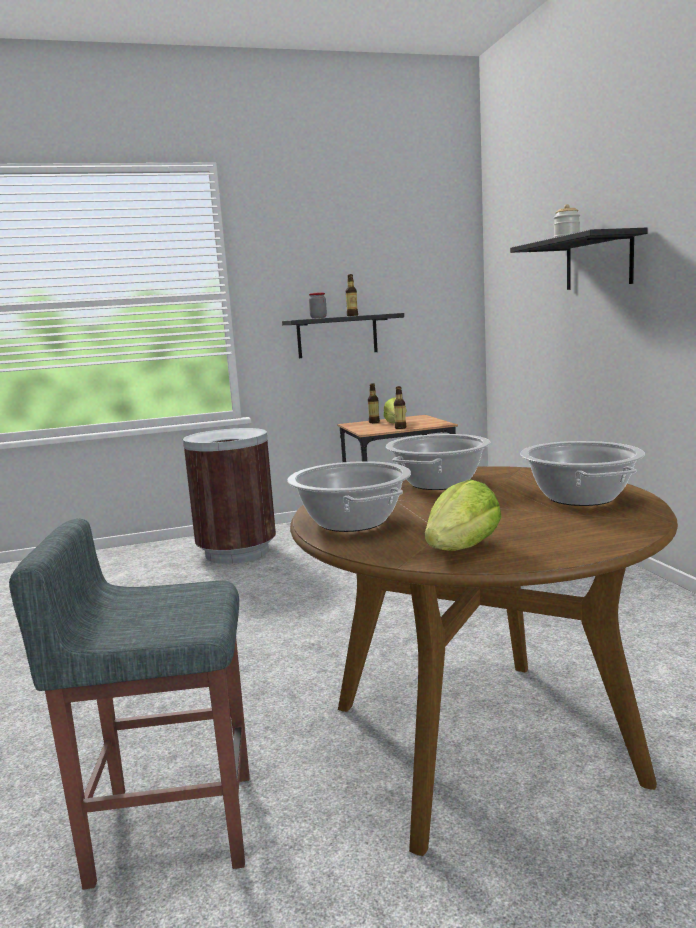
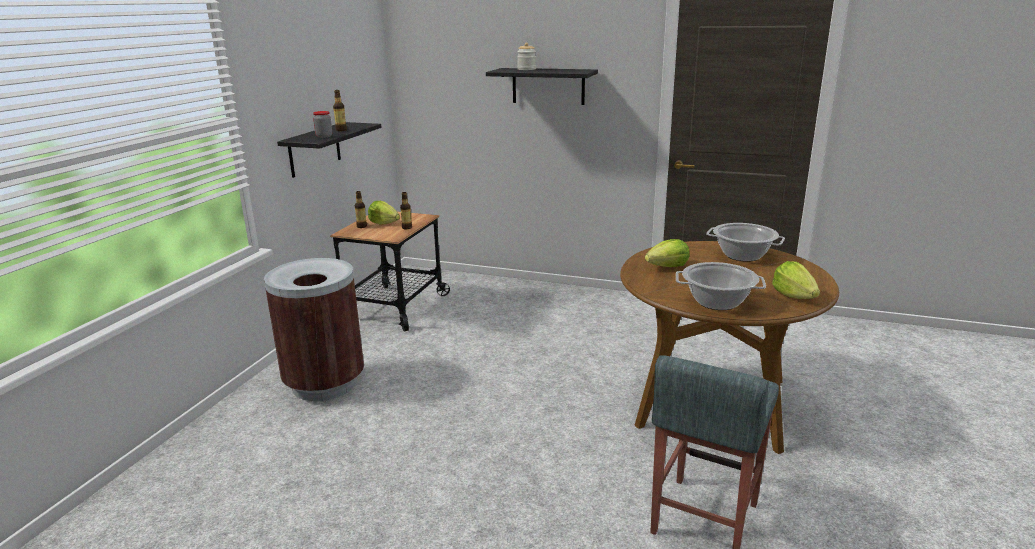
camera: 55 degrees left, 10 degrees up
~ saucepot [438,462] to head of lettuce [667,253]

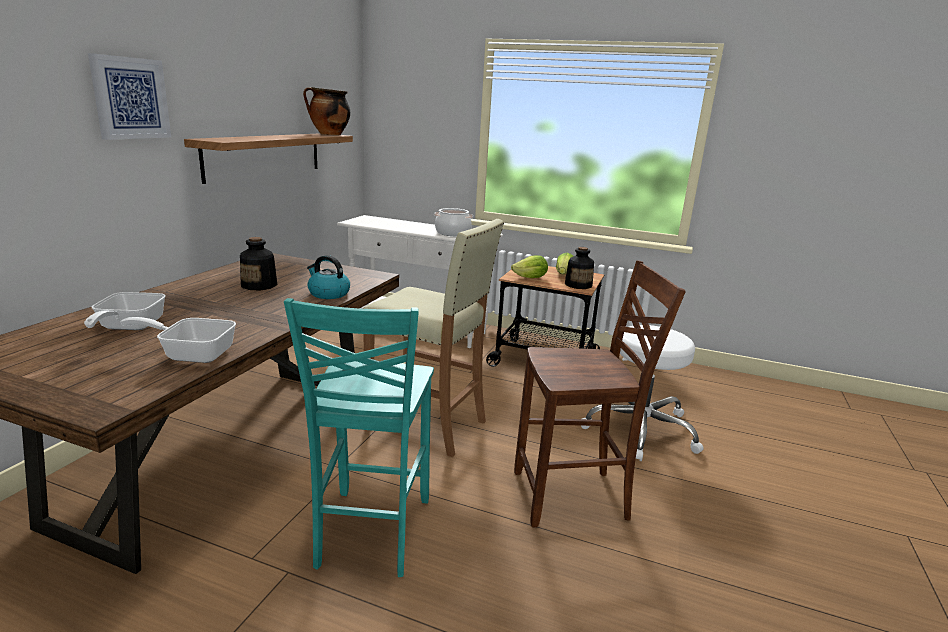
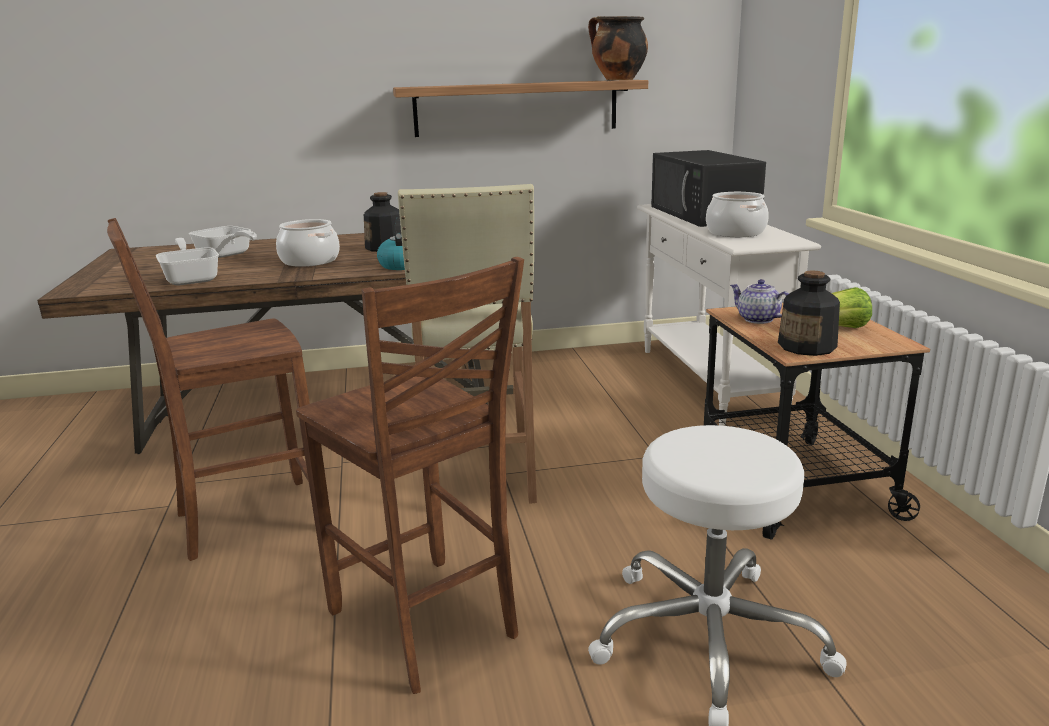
camera: 60 degrees right, 0 degrees up
- wall picture [129,96]
~ head of lettuce [529,266] to teapot [759,301]
~ frying pan [125,311] = [223,242] 105 degrees counterclockwise
~ turquoise chair [359,437] to brown chair [209,389]
+ black-coloured kitchen microwave [708,188]
+ saucepot [308,243]

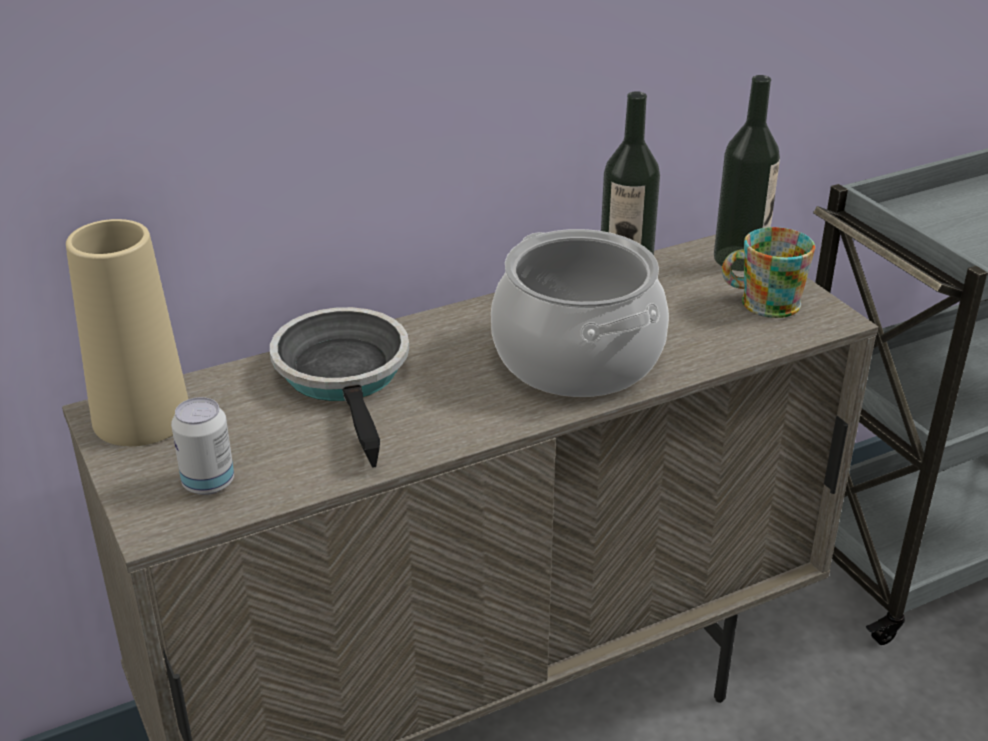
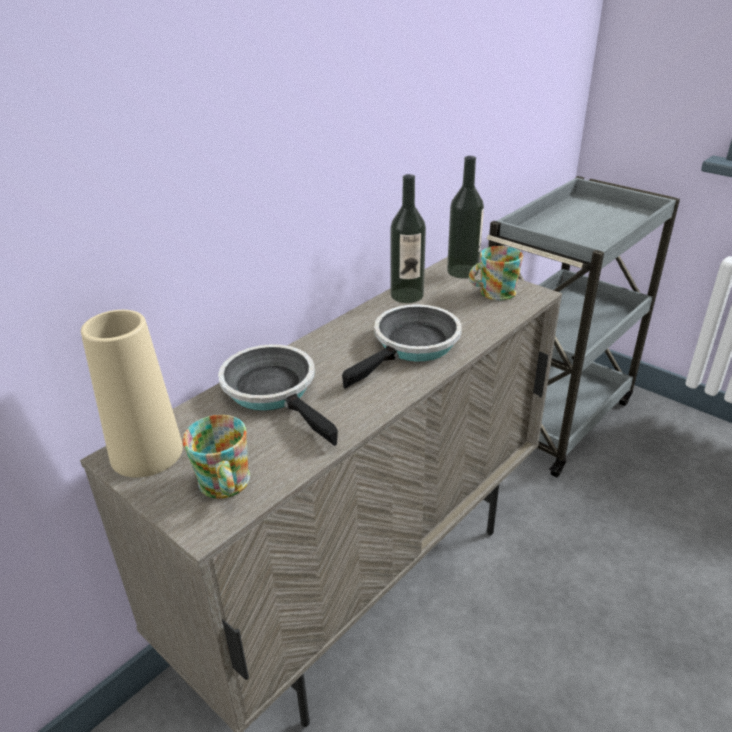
camera: 20 degrees left, 0 degrees up
~ saucepot [580,313] to frying pan [402,346]
~ can [202,446] to mug [216,457]

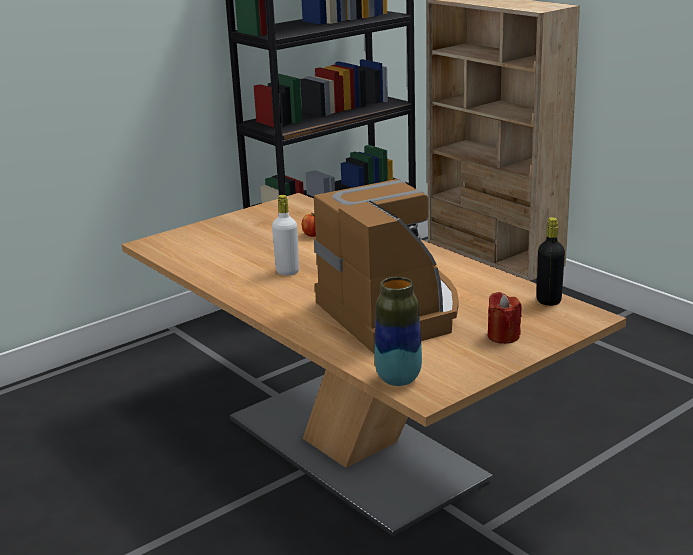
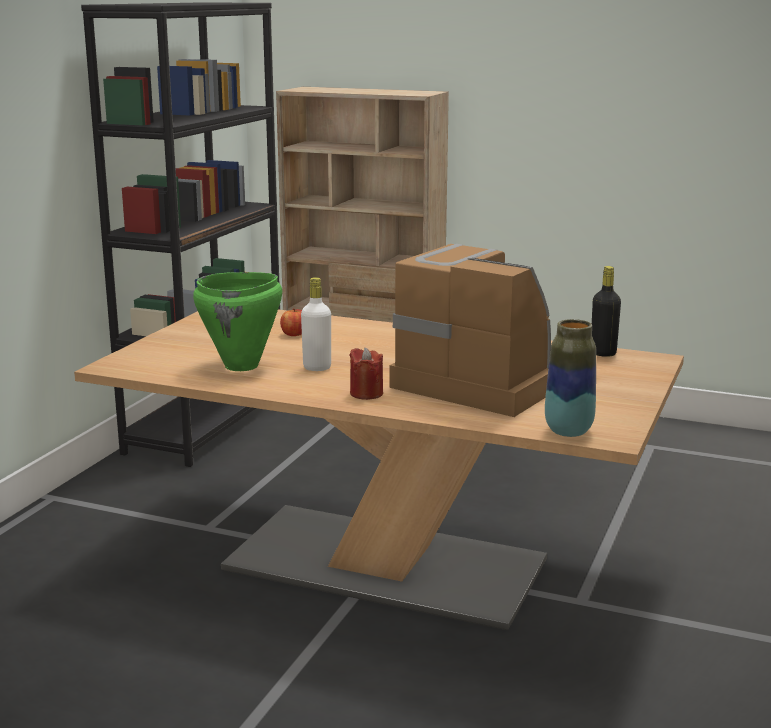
camera: 30 degrees left, 5 degrees down
~ red-coloured candle [505,318] to [366,374]
+ green-coloured saucepot [237,321]

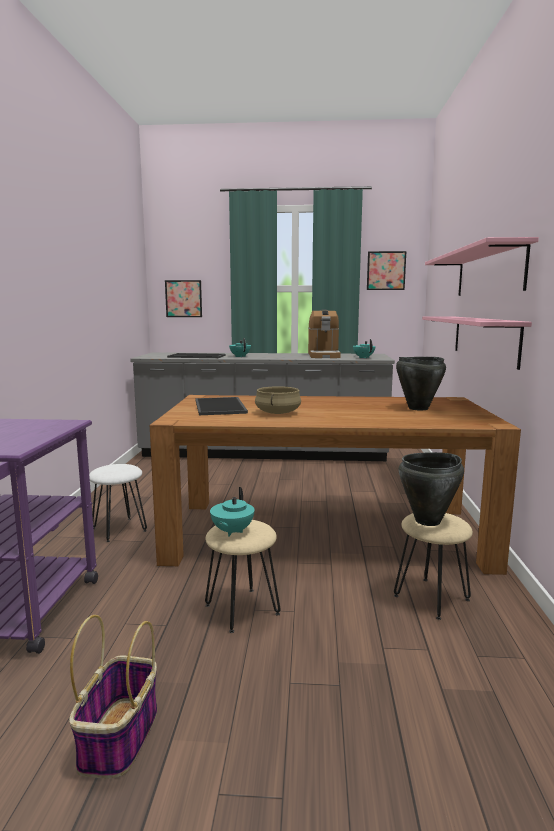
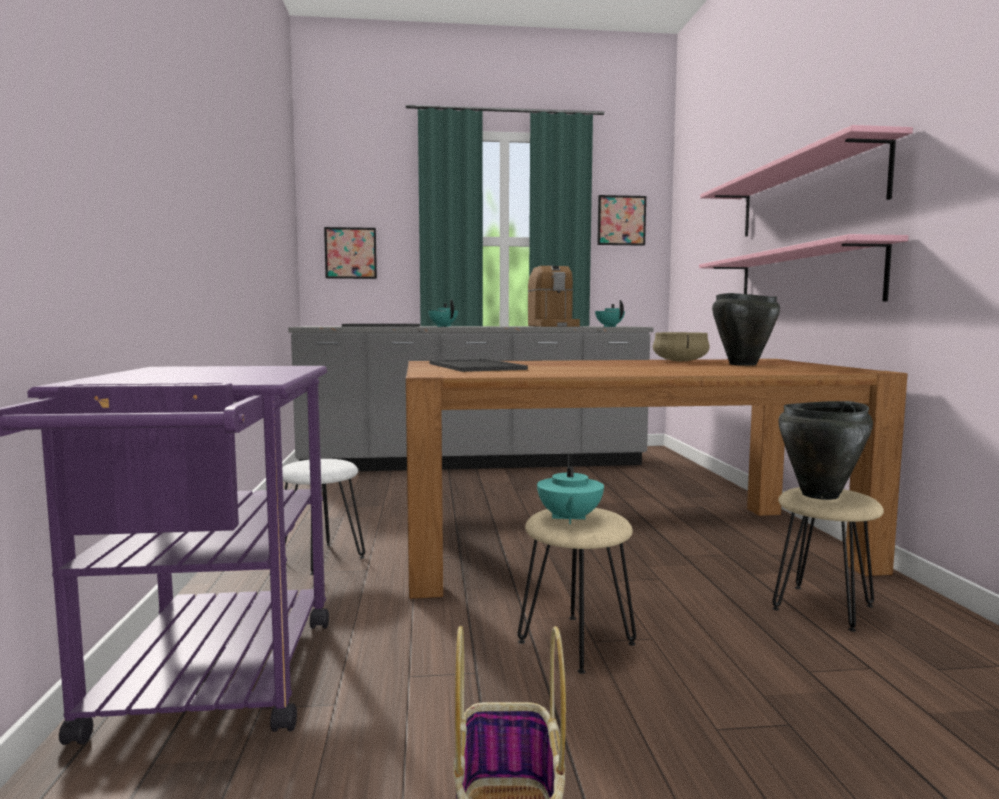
camera: 10 degrees left, 5 degrees down
~ beige saucepot [278,400] to [681,346]

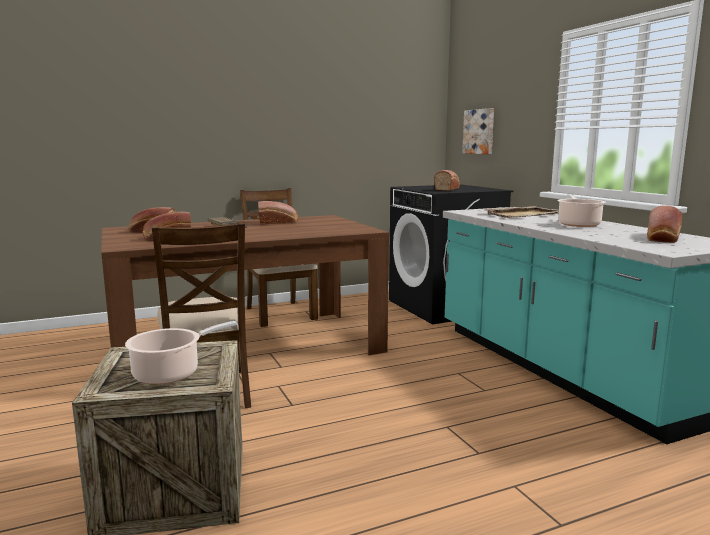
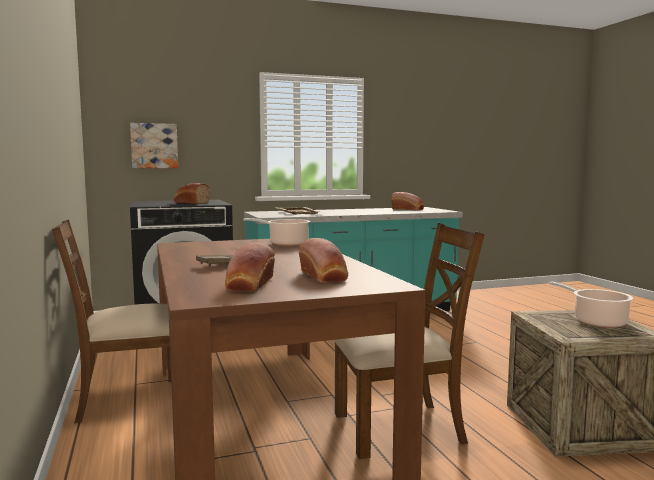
camera: 85 degrees left, 5 degrees down
~ saucepot [581,210] to [276,232]
- bakery bread [278,212]

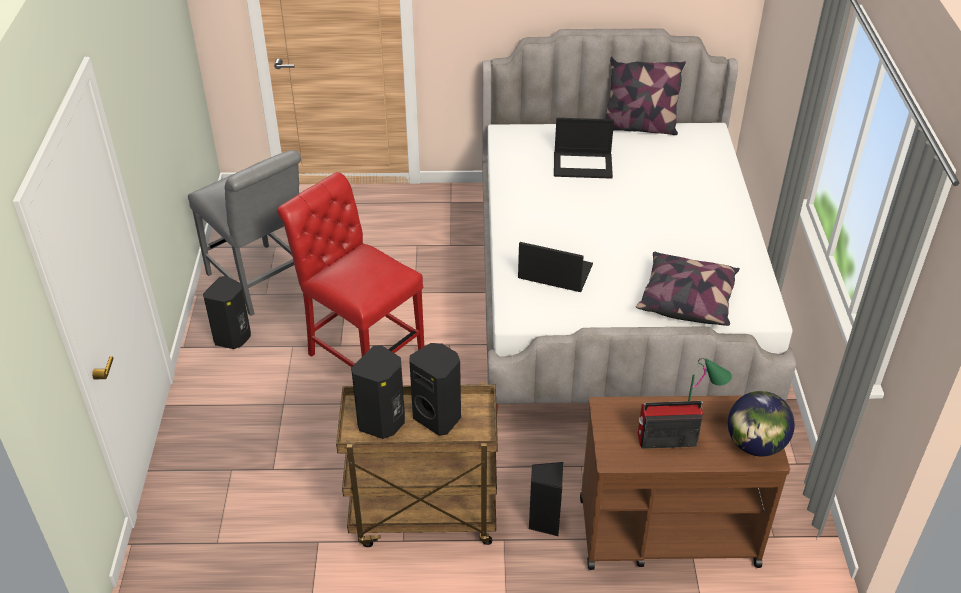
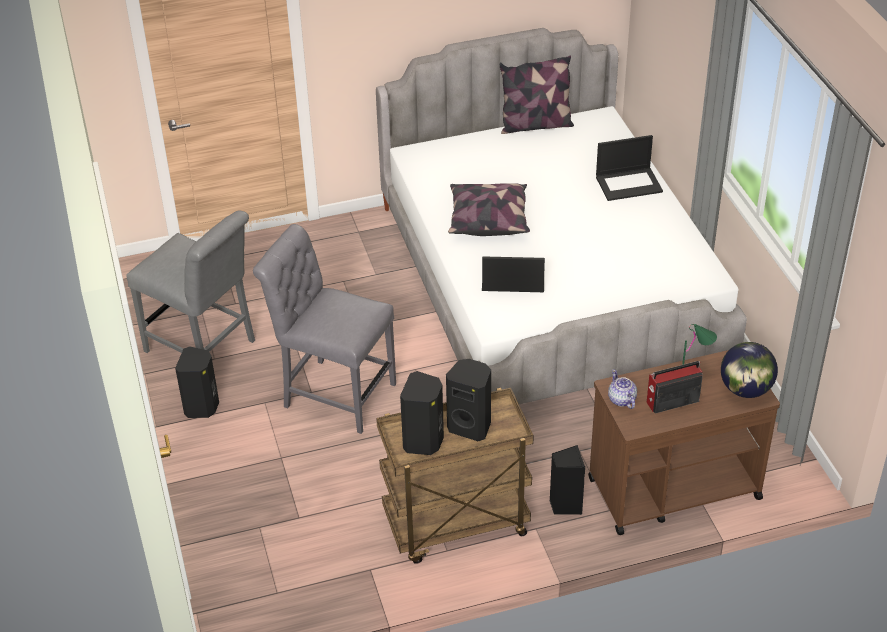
camera: 15 degrees left, 0 degrees up
~ portable computer [584,148] to [629,168]
~ red-coloured chair [350,269] to gray chair [324,329]
~ cushion [688,289] to [489,209]
+ teapot [622,389]

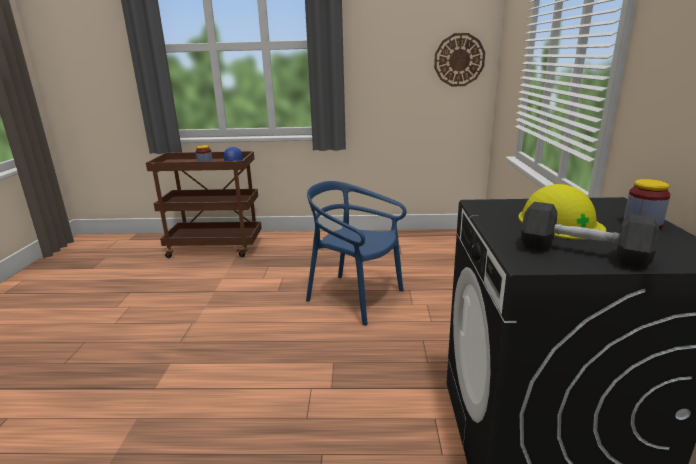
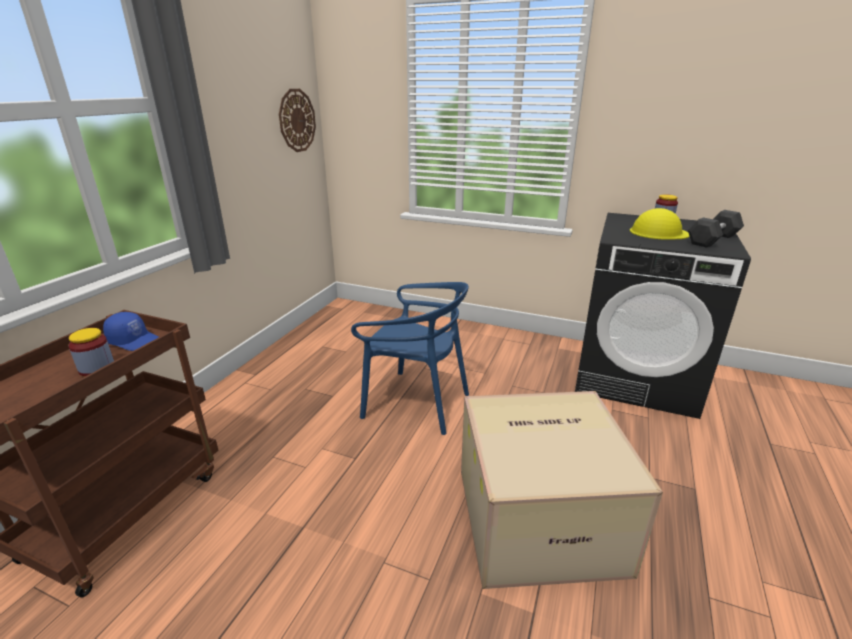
camera: 70 degrees left, 5 degrees up
~ bluish chair [356,253] = [410,358] 120 degrees counterclockwise
+ cardboard box [562,490]

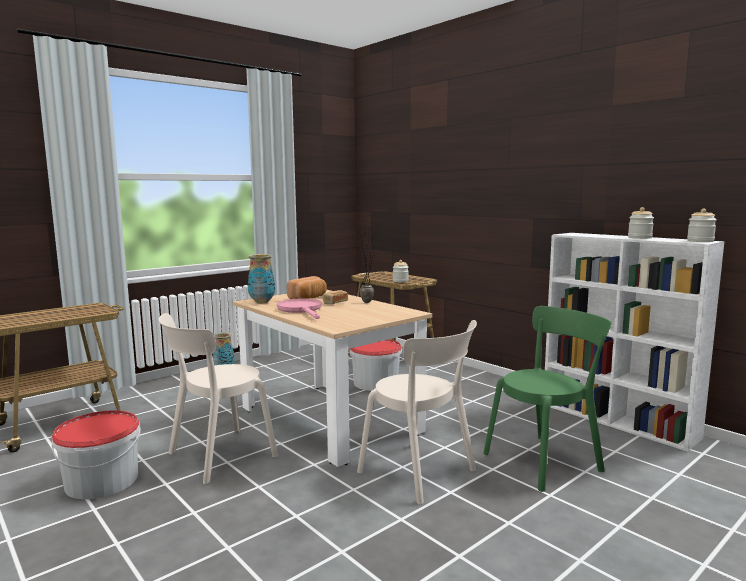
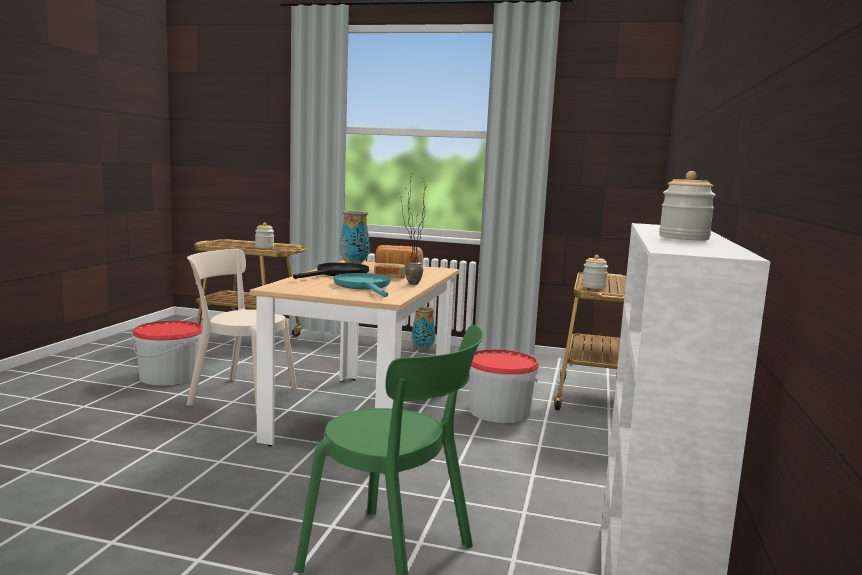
camera: 55 degrees right, 0 degrees up
~ storage jar [702,225] to [264,235]
~ pink frying pan [299,309] to black-coloured frying pan [331,271]
- beige chair [417,412]
+ turquoise frying pan [362,285]

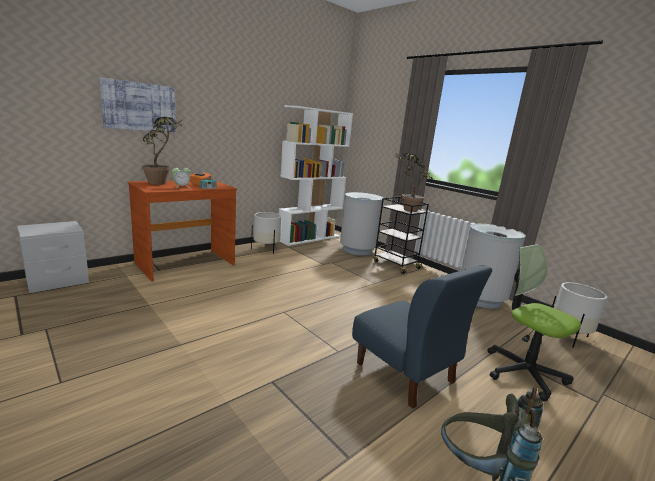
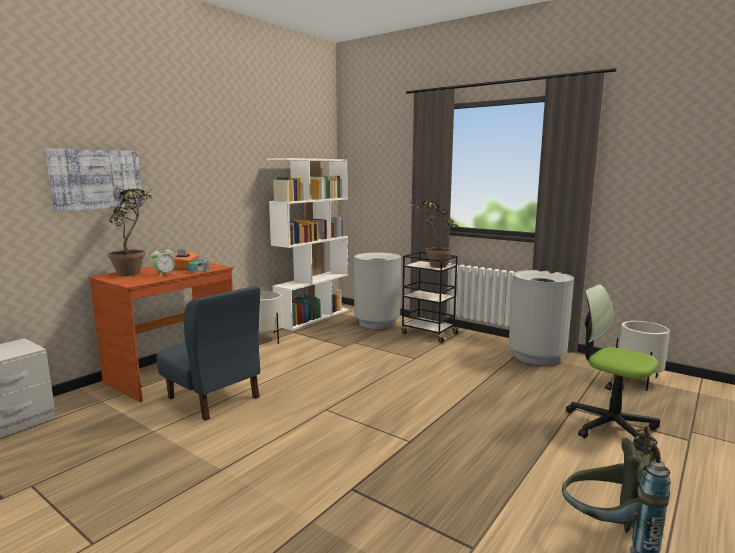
camera: 10 degrees left, 5 degrees down
~ bluish chair [422,337] to [208,353]

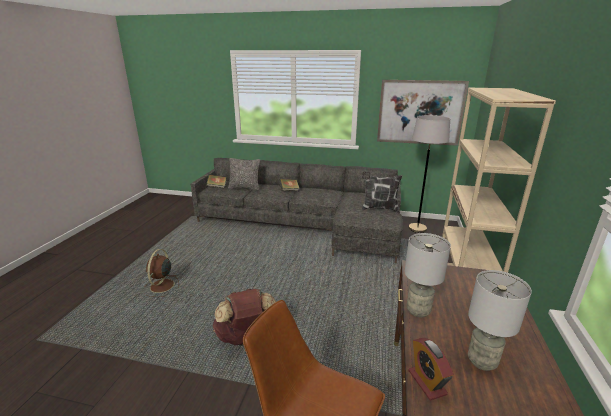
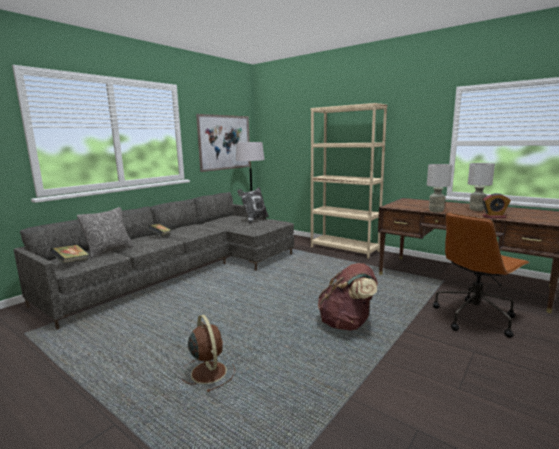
camera: 65 degrees left, 10 degrees down
~ brown cooling fan [162,273] = [208,353] 150 degrees counterclockwise

